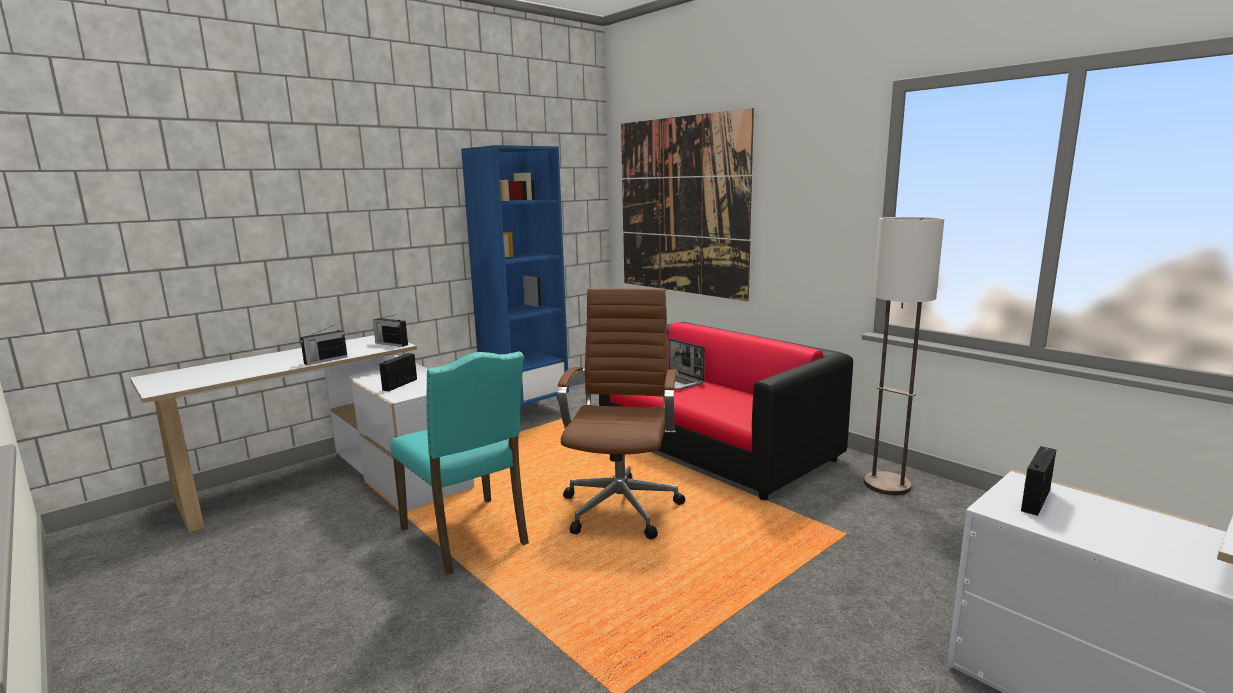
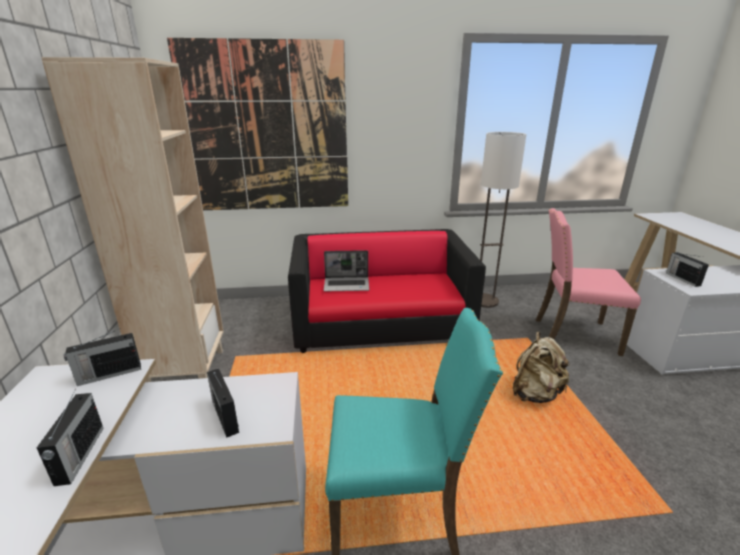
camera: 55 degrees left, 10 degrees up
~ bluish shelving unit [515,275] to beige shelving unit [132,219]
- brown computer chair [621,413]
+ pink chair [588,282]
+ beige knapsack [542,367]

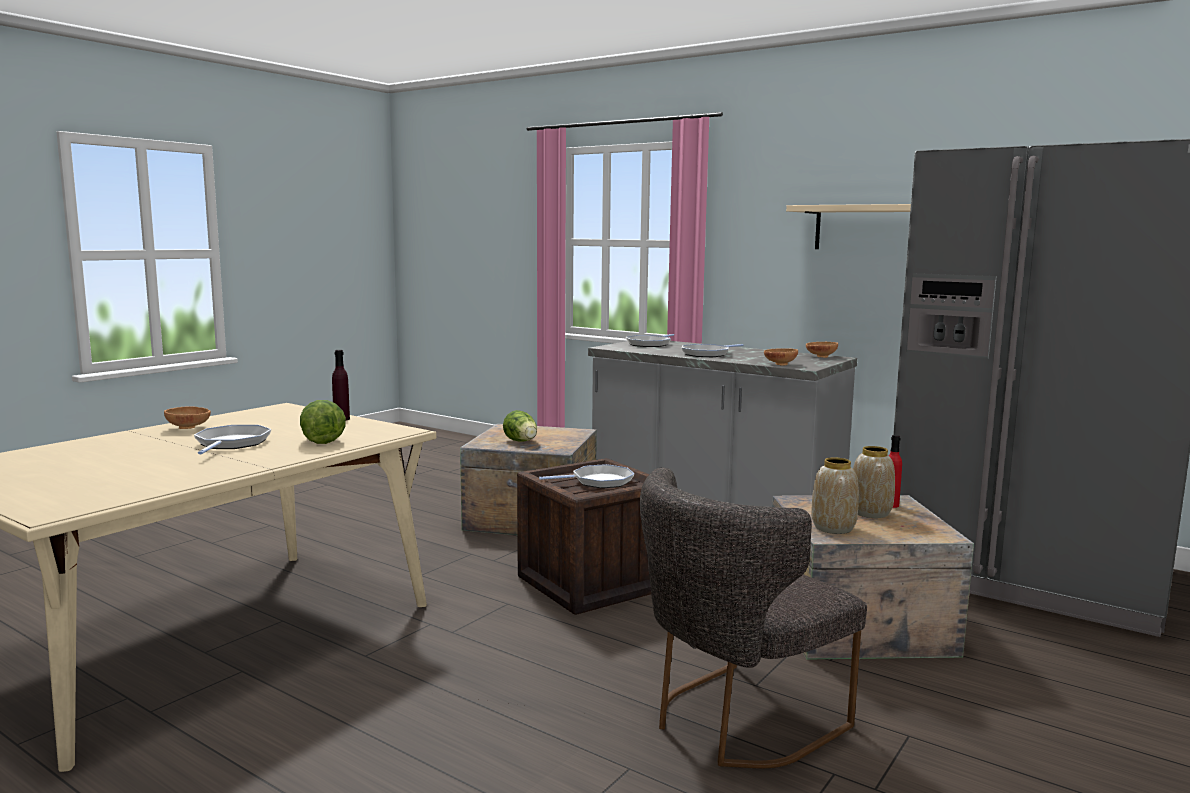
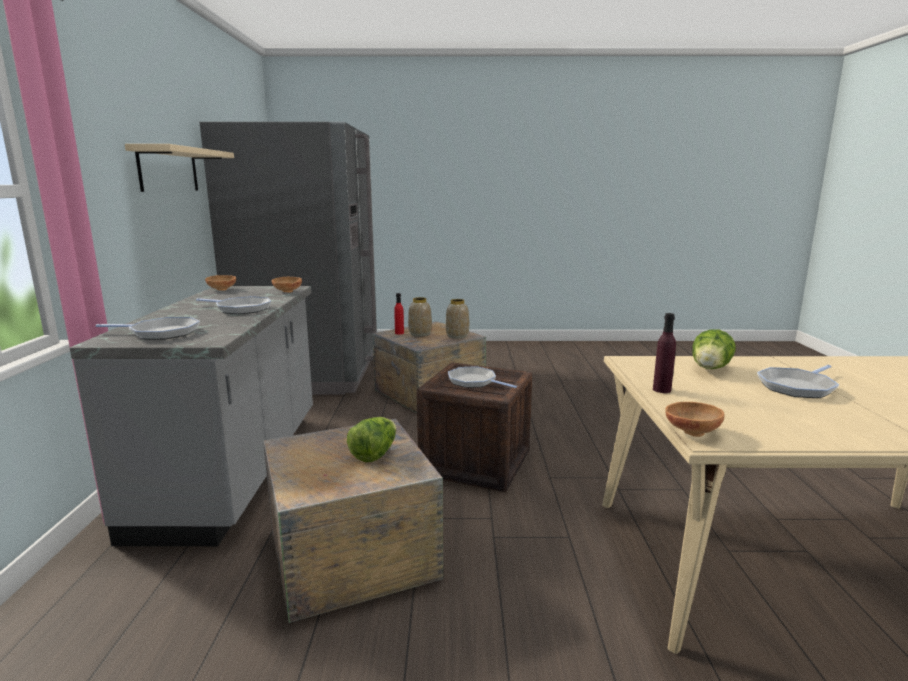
camera: 125 degrees left, 5 degrees up
~ brown serving bowl [187,417] to [695,419]
- gray chair [753,618]

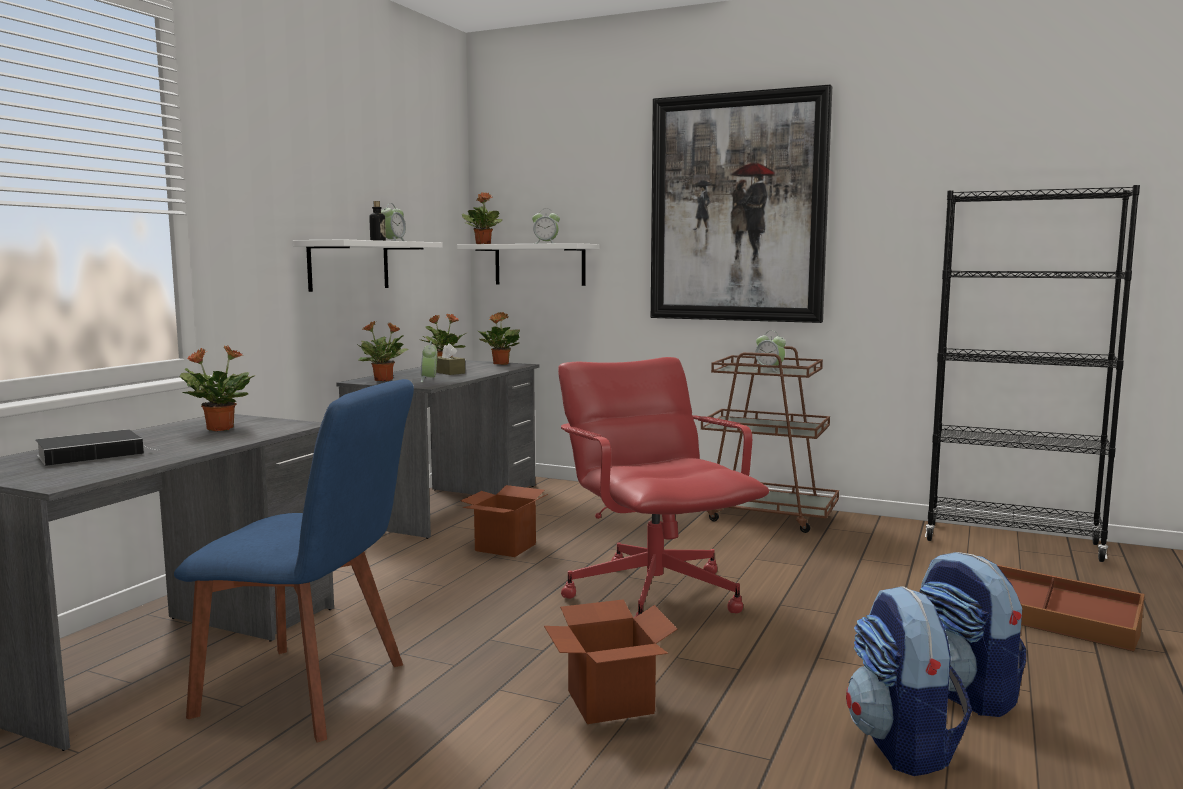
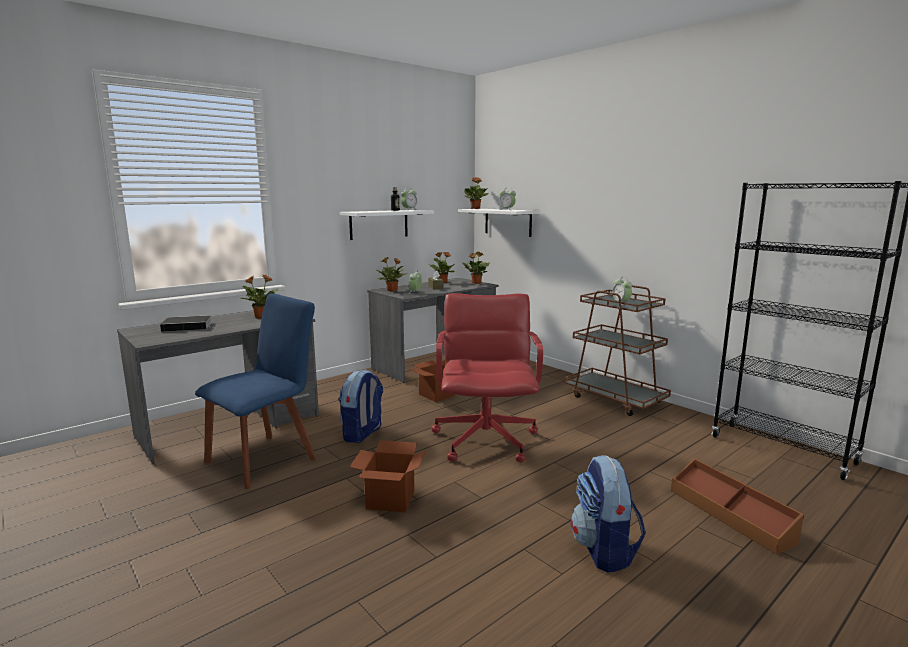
camera: 25 degrees right, 5 degrees up
- wall picture [741,204]
~ bluish chair [294,561] = [255,391] 90 degrees counterclockwise
~ knapsack [909,681] to [361,406]

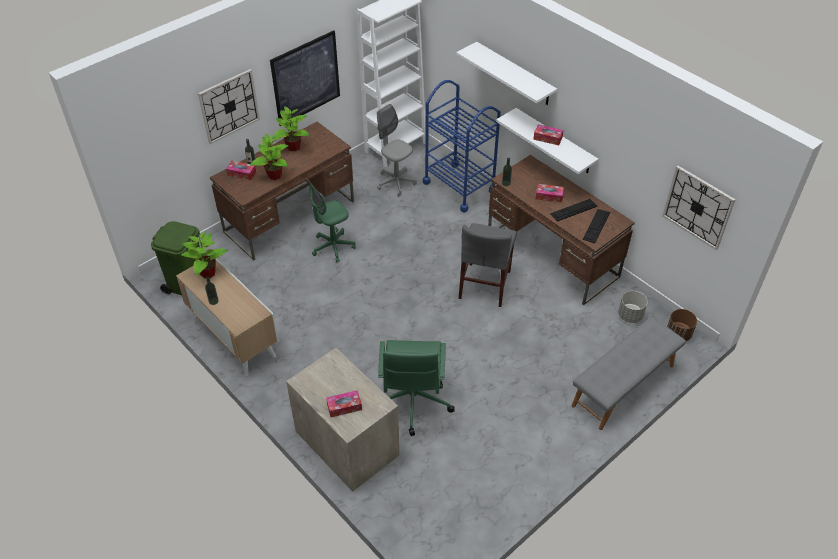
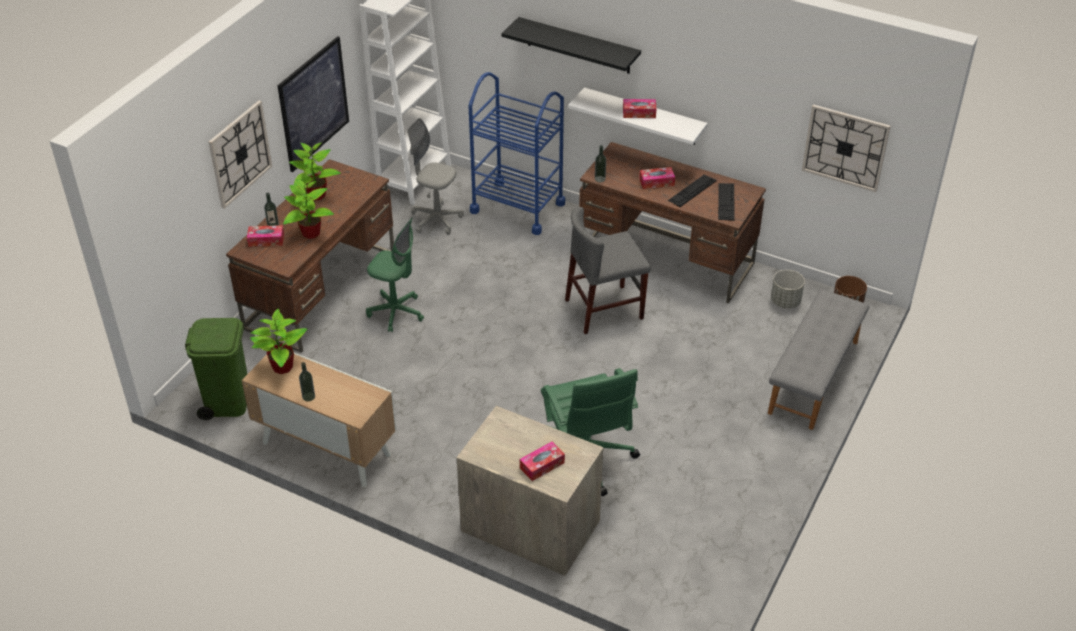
camera: 20 degrees left, 5 degrees down
~ whitish bracket shelf [506,73] to black-coloured bracket shelf [571,45]
~ green-coloured computer chair [331,220] = [395,274] 105 degrees counterclockwise
~ gray chair [488,265] = [607,270] 75 degrees clockwise

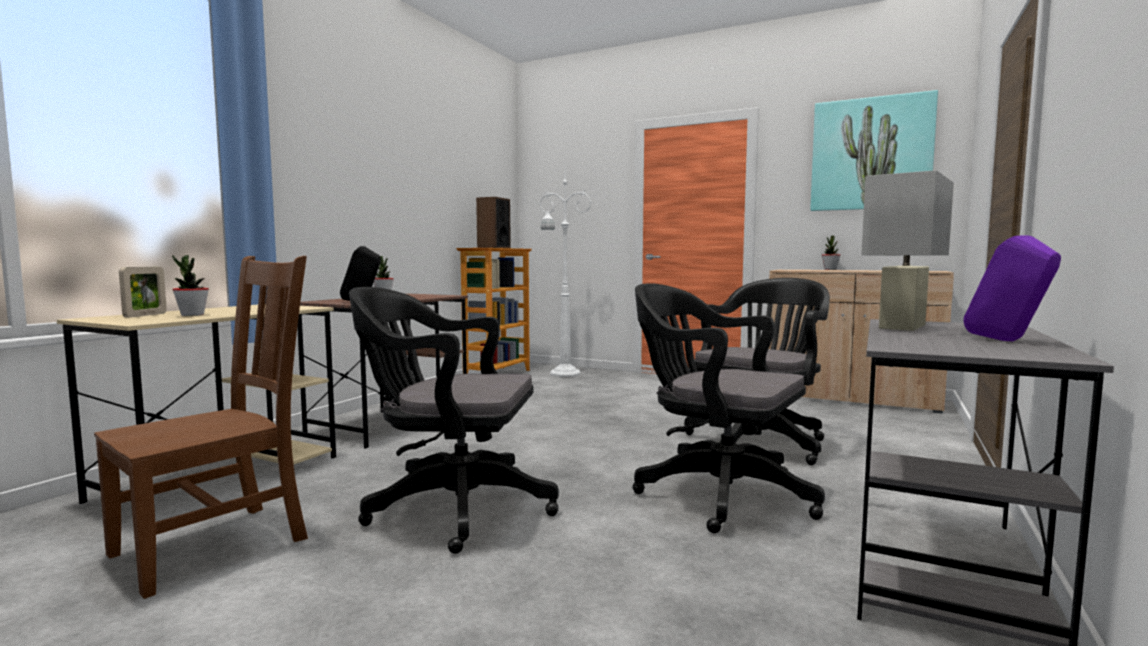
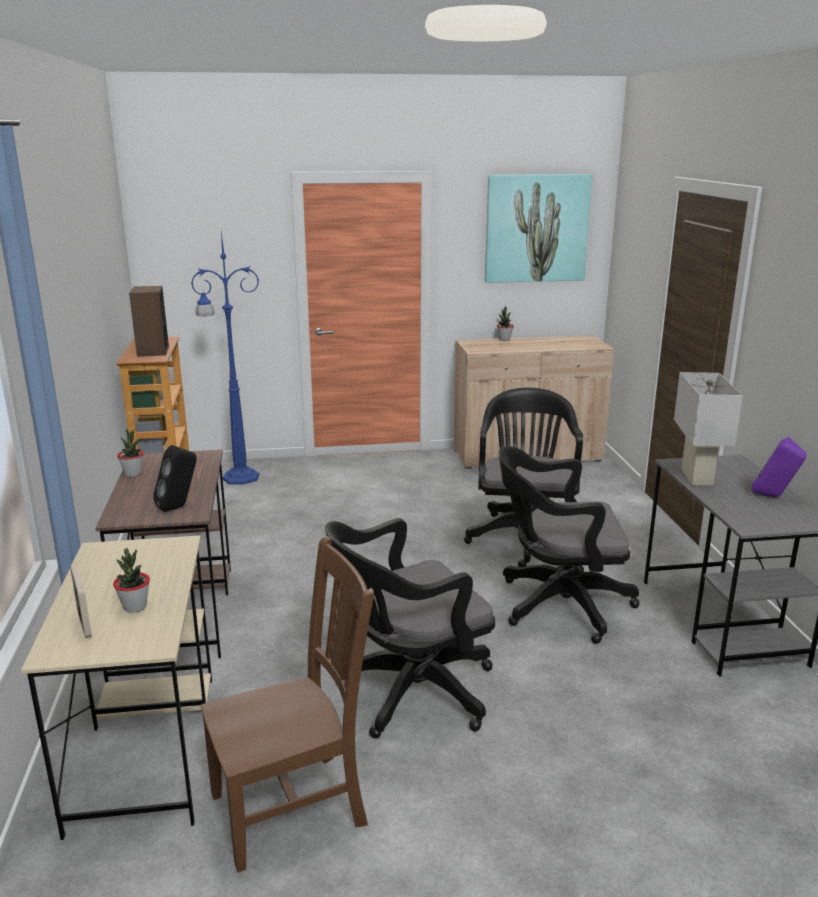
camera: 35 degrees left, 15 degrees up
~ whitish floor lamp [565,273] to bluish floor lamp [225,357]
~ brown chair [201,427] = [287,704] 60 degrees clockwise

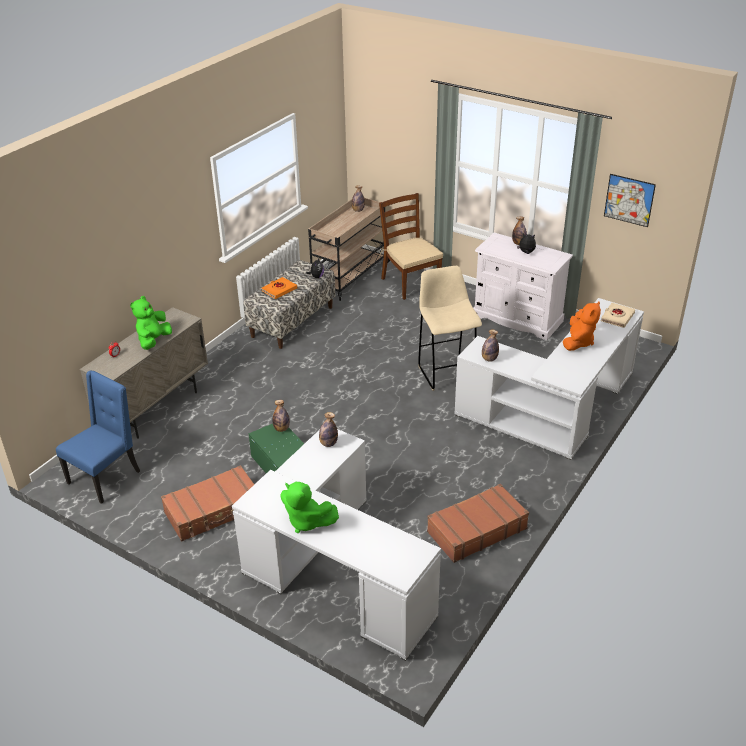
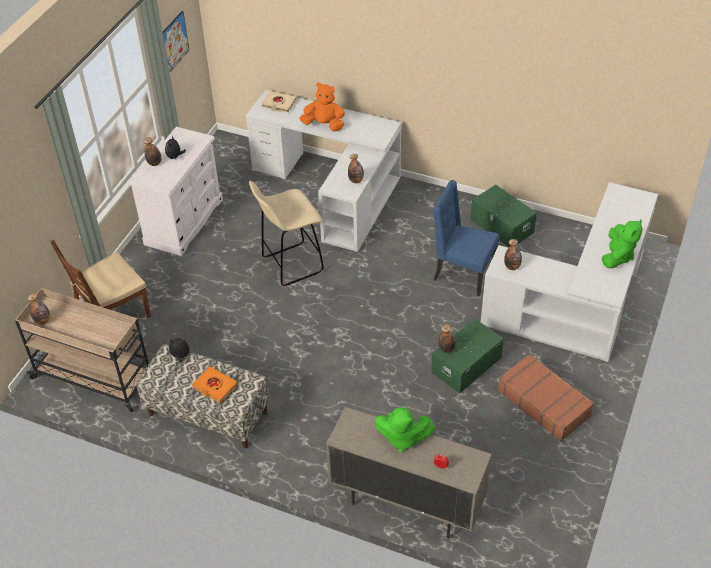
camera: 100 degrees left, 10 degrees up
~ bluish chair [98,437] to [466,238]
~ brown suitcase [478,523] to green-coloured storage container [503,216]

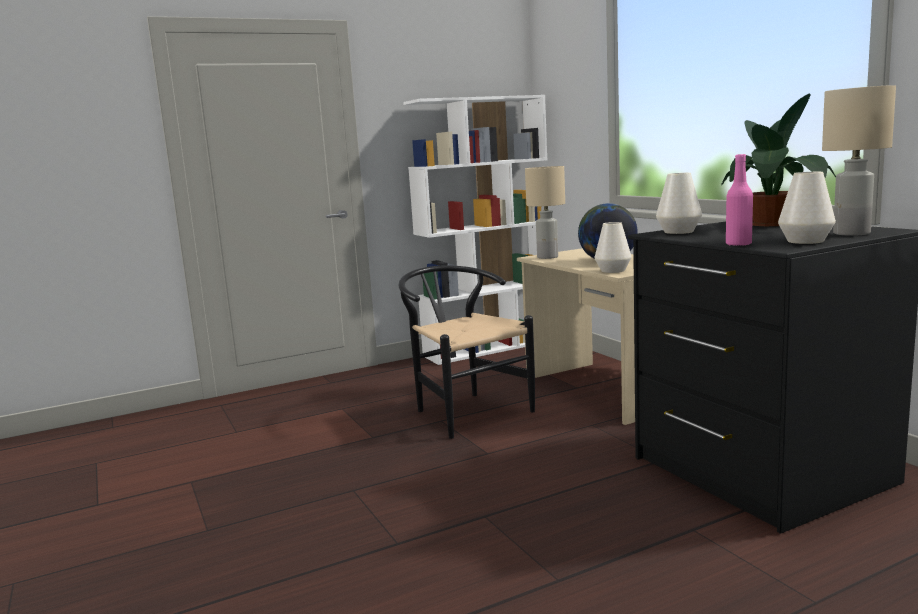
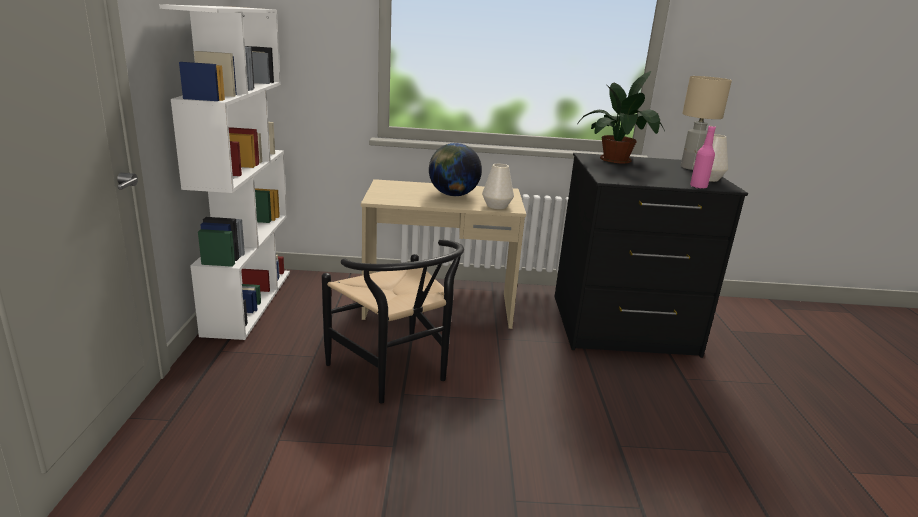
camera: 65 degrees left, 10 degrees up
- beige table lamp [545,212]
- whitish flower vase [679,203]
~ black-coloured chair [467,352] = [393,321] 120 degrees counterclockwise

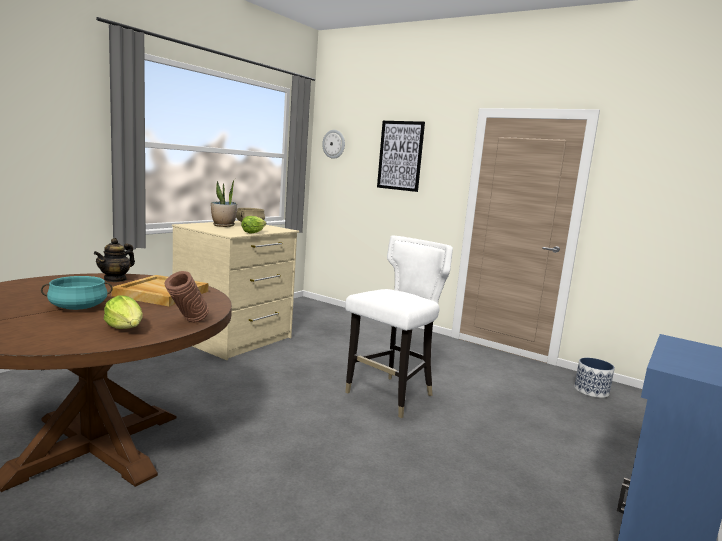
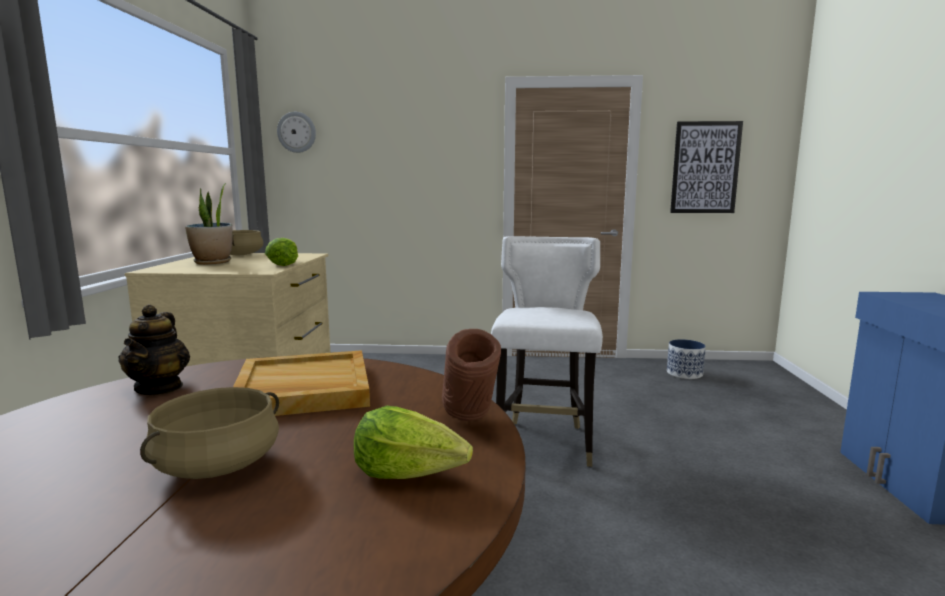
camera: 30 degrees left, 0 degrees up
~ wall picture [401,156] to [706,167]
~ turquoise saucepot [77,293] to beige saucepot [209,433]

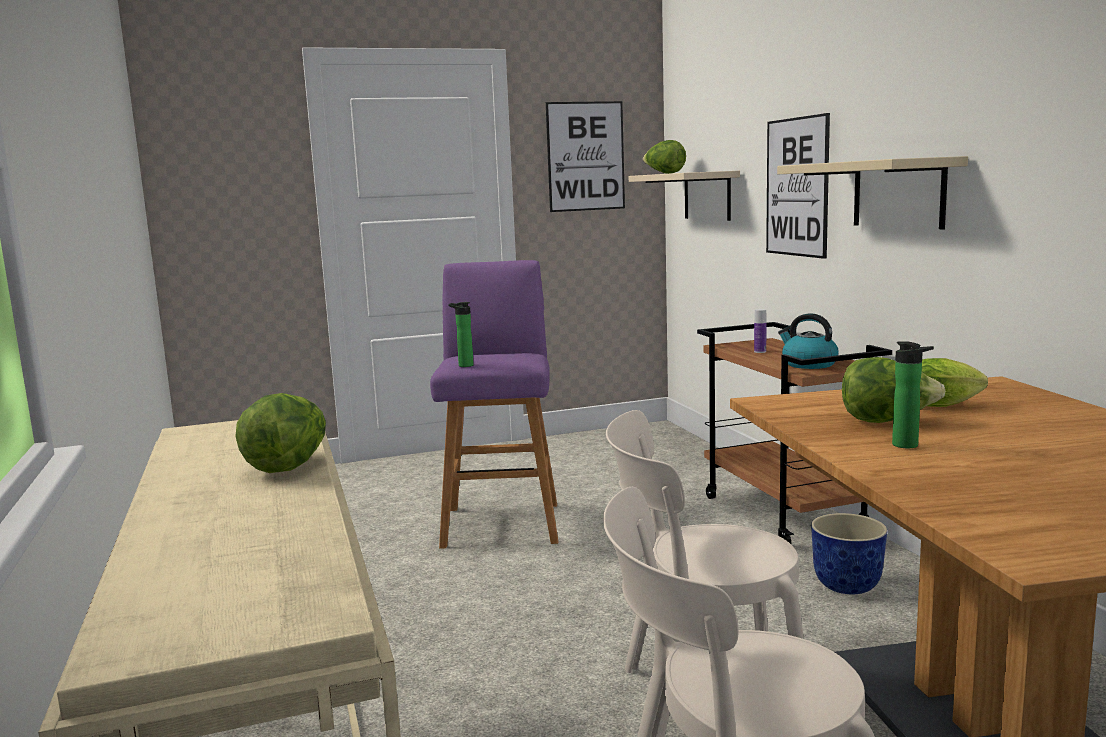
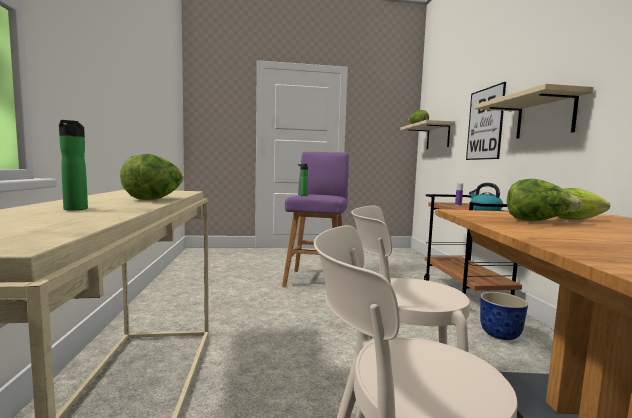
camera: 10 degrees right, 5 degrees down
- wall picture [585,156]
~ drink bottle [913,394] to [73,165]

